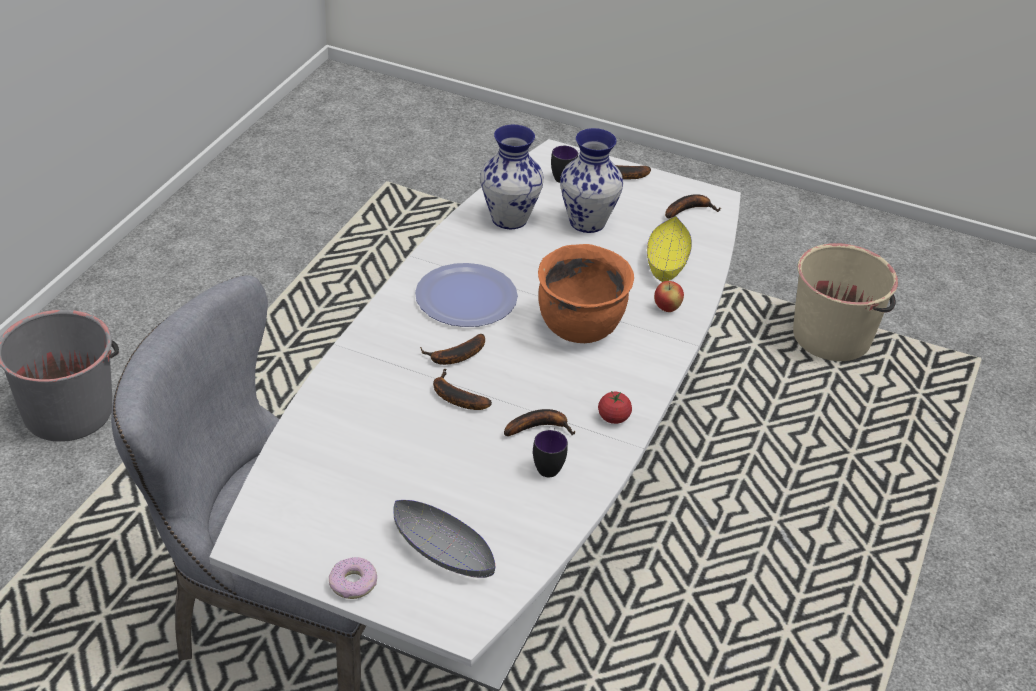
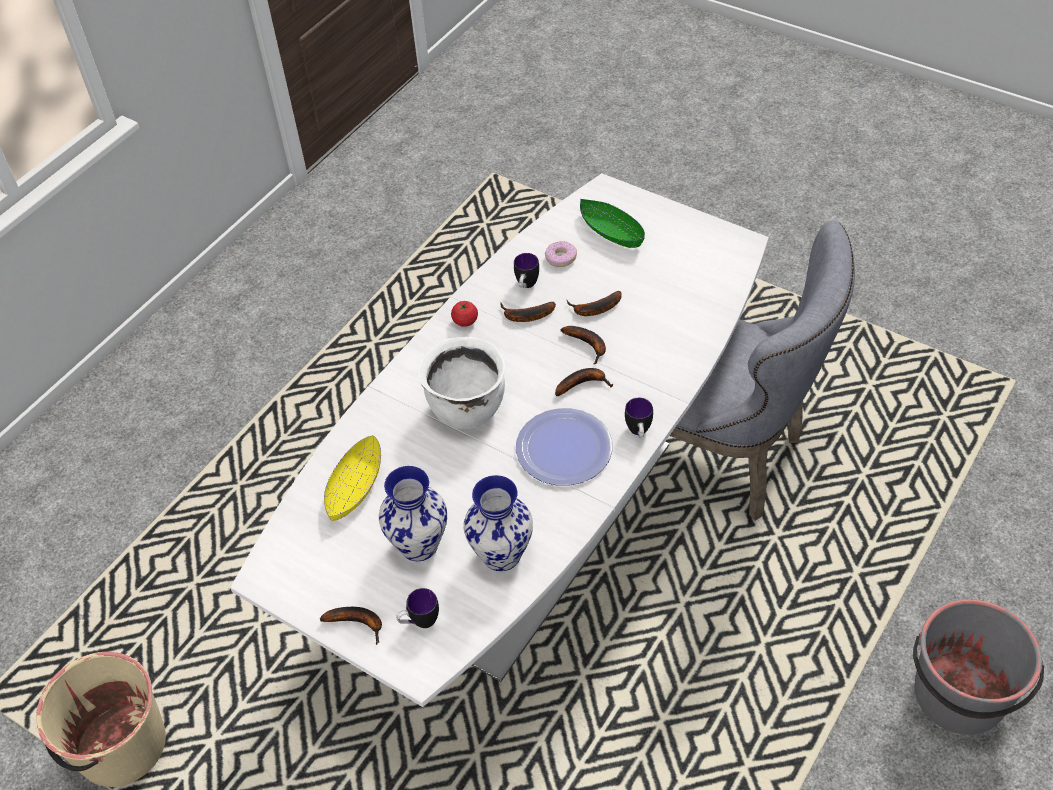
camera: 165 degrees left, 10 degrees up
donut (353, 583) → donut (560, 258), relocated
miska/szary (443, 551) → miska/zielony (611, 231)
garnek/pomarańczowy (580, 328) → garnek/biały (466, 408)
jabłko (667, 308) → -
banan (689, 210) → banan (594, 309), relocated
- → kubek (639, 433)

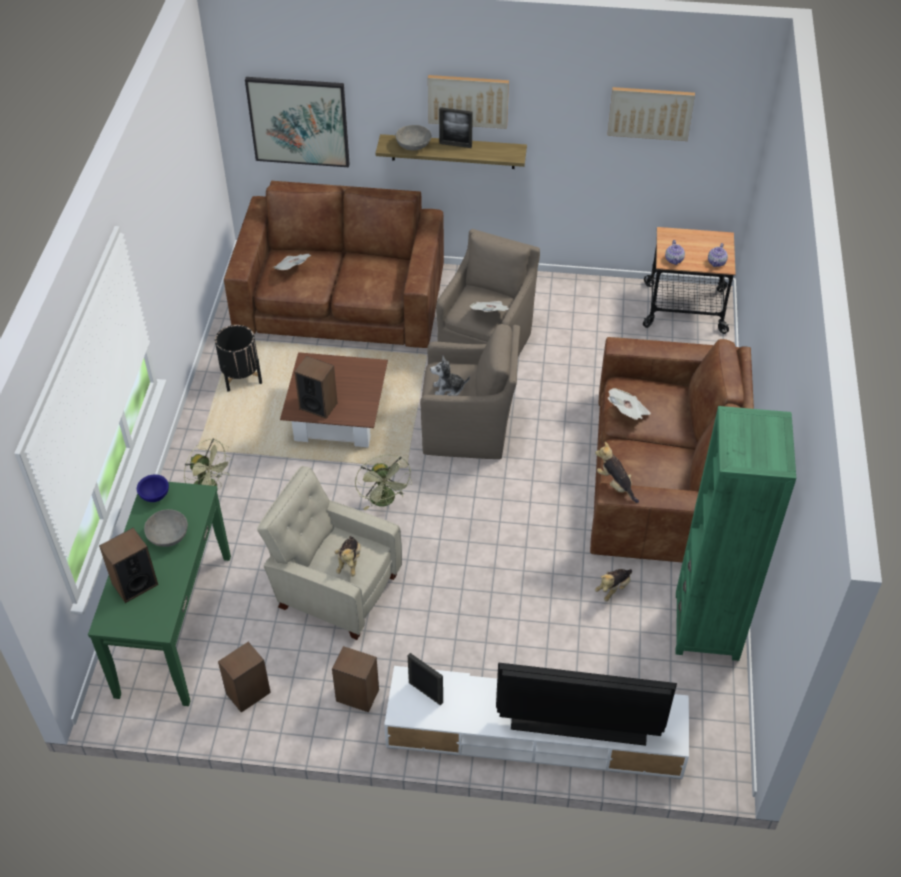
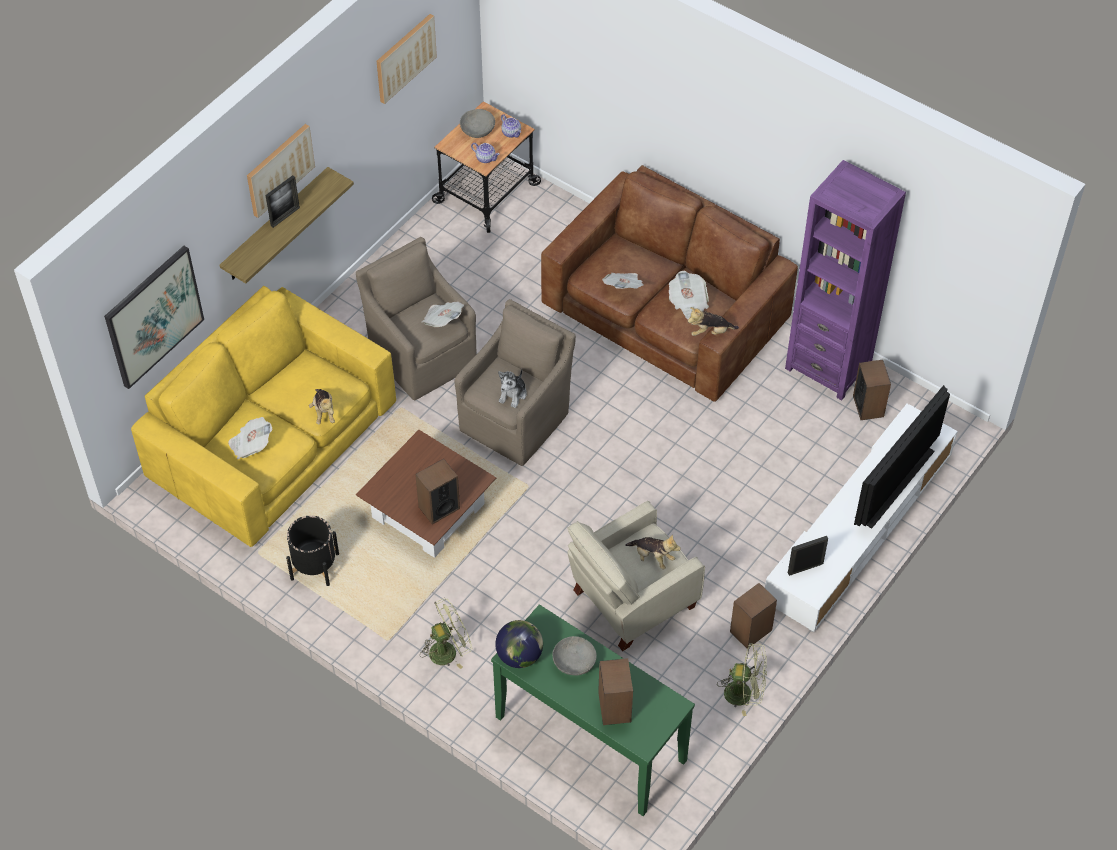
camera: 60 degrees left, 5 degrees up
miska/niebieski (155, 496) → globus (520, 655)
głośnik (248, 693) → głośnik (868, 406), relocated
kanapa/brązowy (341, 300) → kanapa/żółty (272, 440)
wentylator/zielony (385, 501) → wentylator/zielony (744, 693), relocated
miska/szary (413, 145) → miska/szary (478, 130), relocated
pluszak (613, 588) → pluszak (324, 412), relocated
regał/zielony (707, 626) → regał/fioletowy (828, 366)
- → gazeta (688, 303)

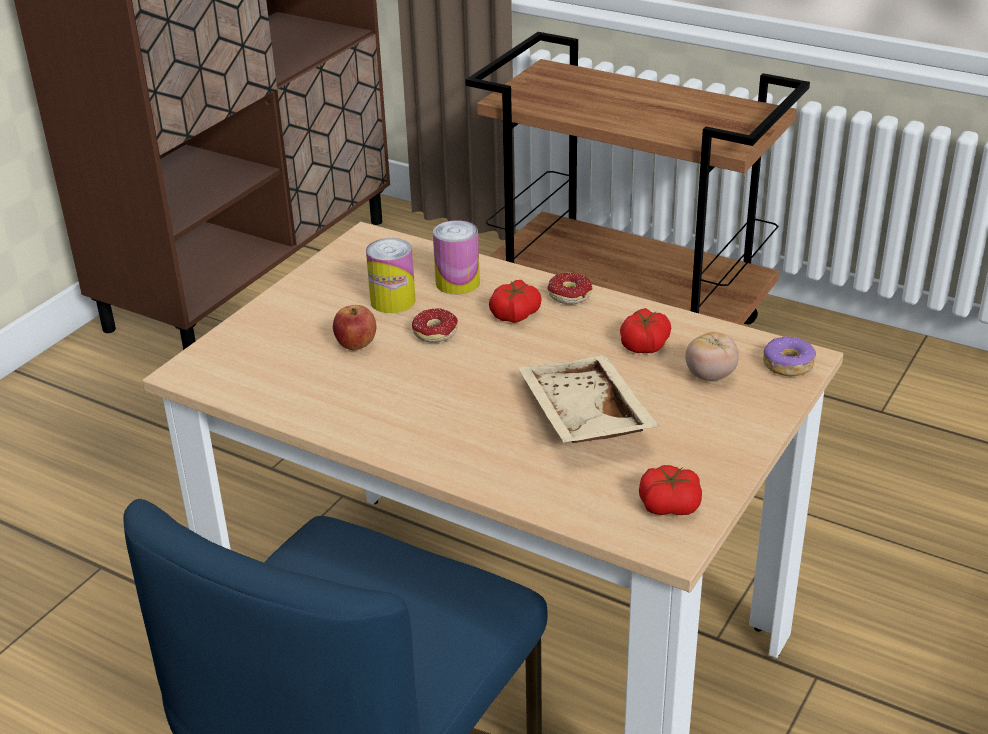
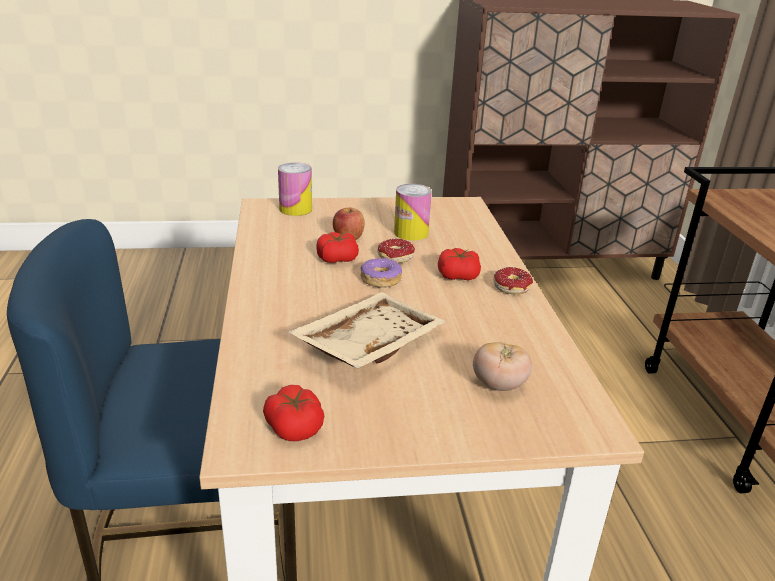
camera: 50 degrees right, 5 degrees down
puszka (457, 283) → puszka (295, 209), relocated
pomidor (644, 344) → pomidor (337, 258), relocated
donut (787, 365) → donut (380, 279), relocated

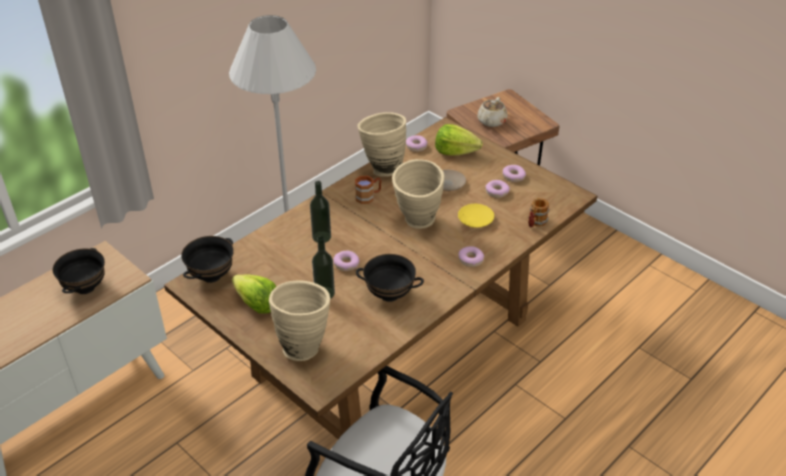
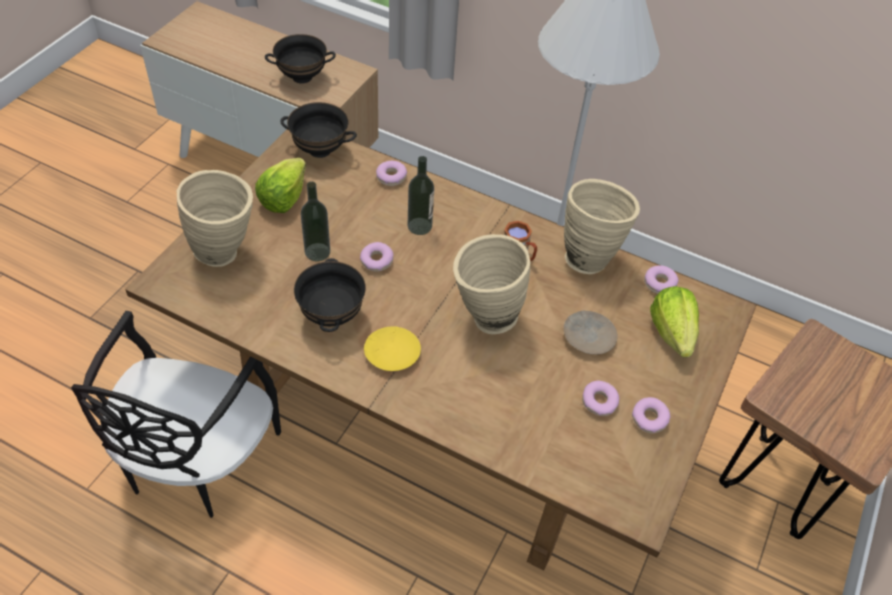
camera: 70 degrees right, 10 degrees up
talerz/żółty (475, 220) → talerz/żółty (391, 353), relocated
donut (470, 259) → donut (391, 177), relocated
imbryk/beżowy (491, 121) → -
kubek (535, 223) → -

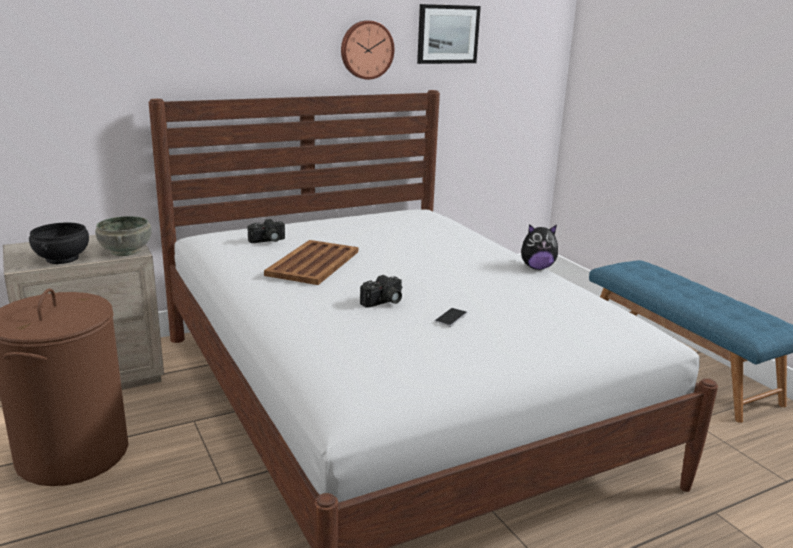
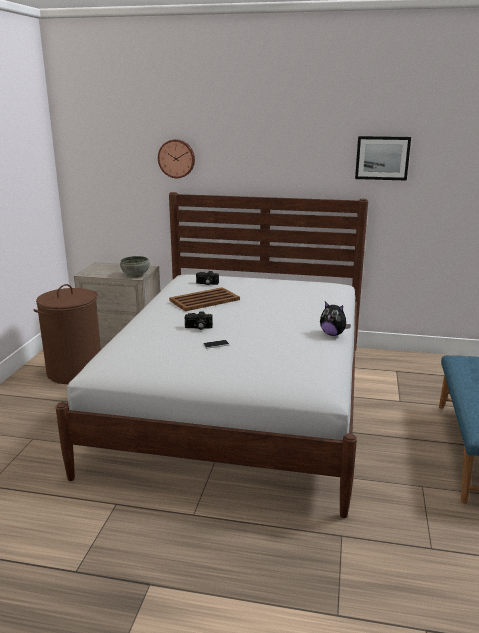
camera: 40 degrees right, 0 degrees up
miska/czarny (63, 259) → -
zegar ścienny (366, 50) → zegar ścienny (176, 158), relocated

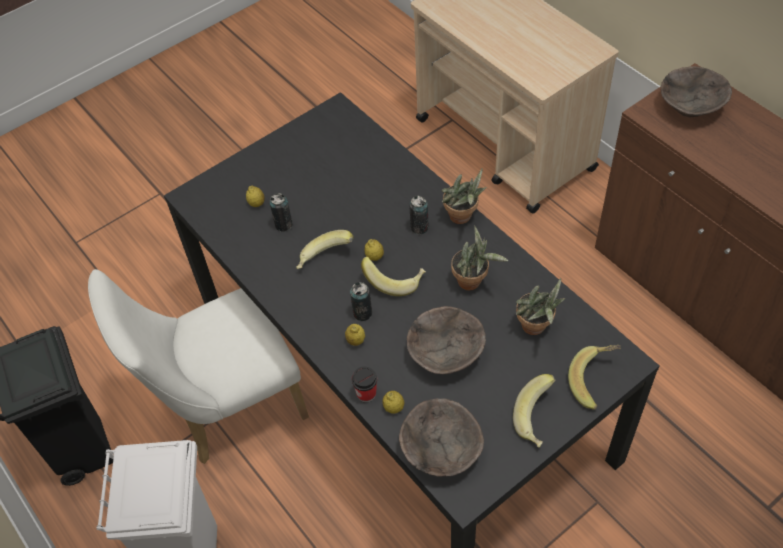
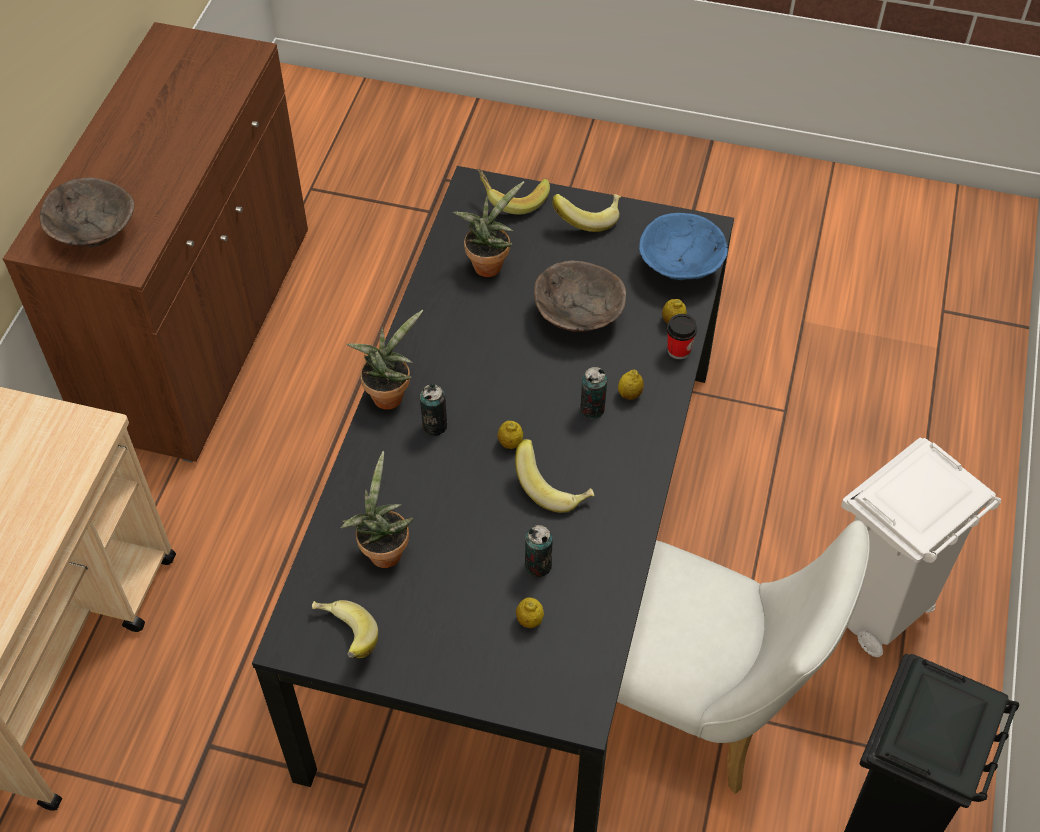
camera: 130 degrees left, 0 degrees up
banan (394, 281) → banan (343, 638), relocated
miska/brązowy (440, 449) → miska/niebieski (680, 267)
roślina doniczkowa (473, 282) → roślina doniczkowa (383, 550), relocated

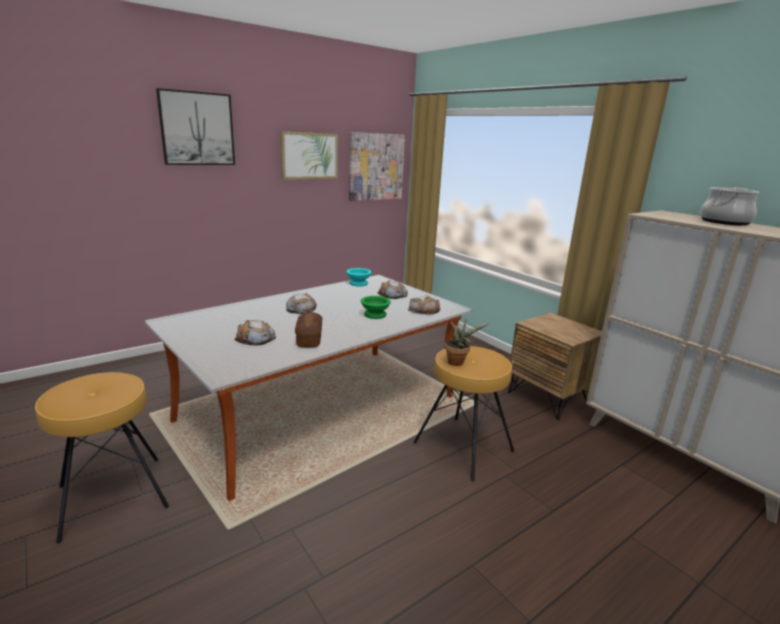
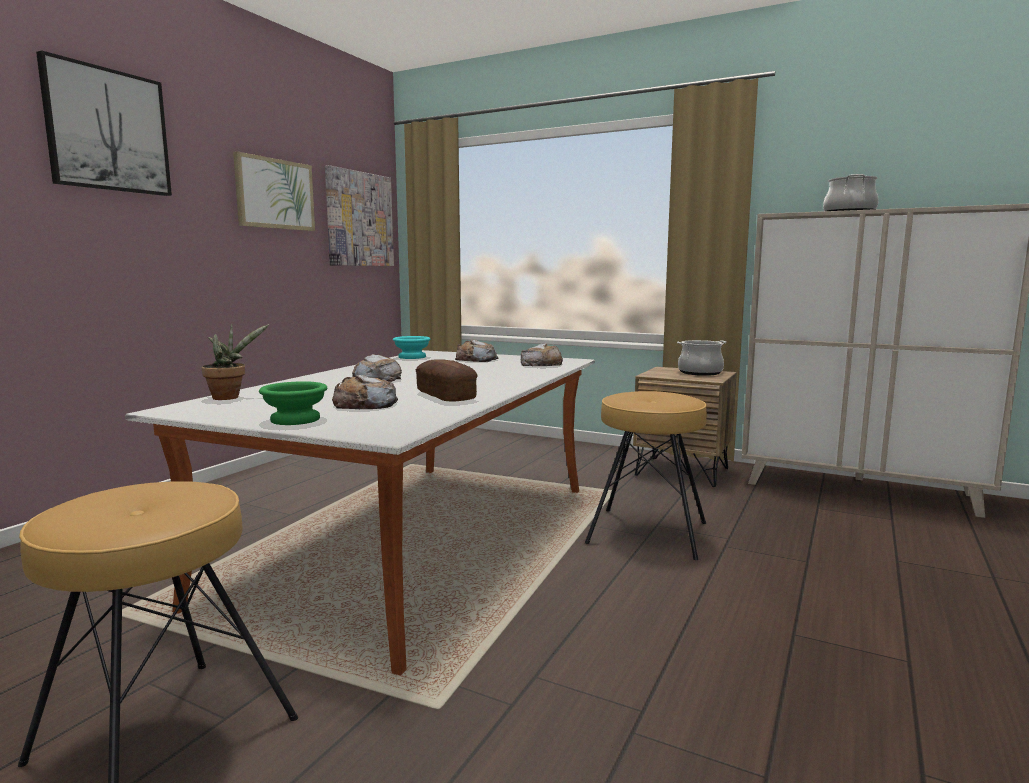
camera: 25 degrees left, 10 degrees down
miska/zielony (376, 315) → miska/zielony (297, 419), relocated
roślina doniczkowa (457, 362) → roślina doniczkowa (229, 397), relocated
- → garnek (700, 372)

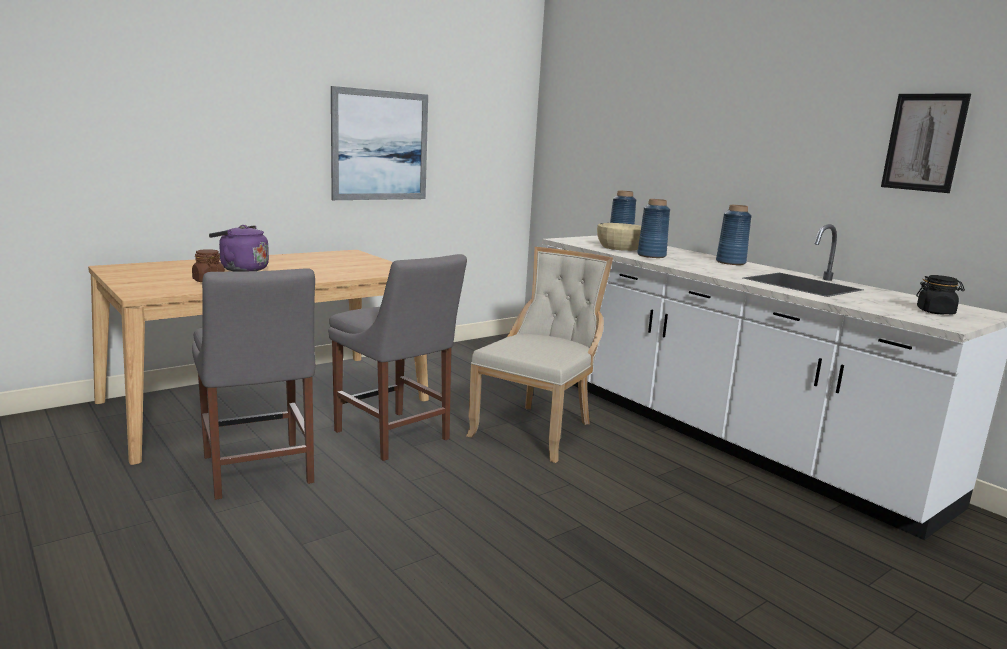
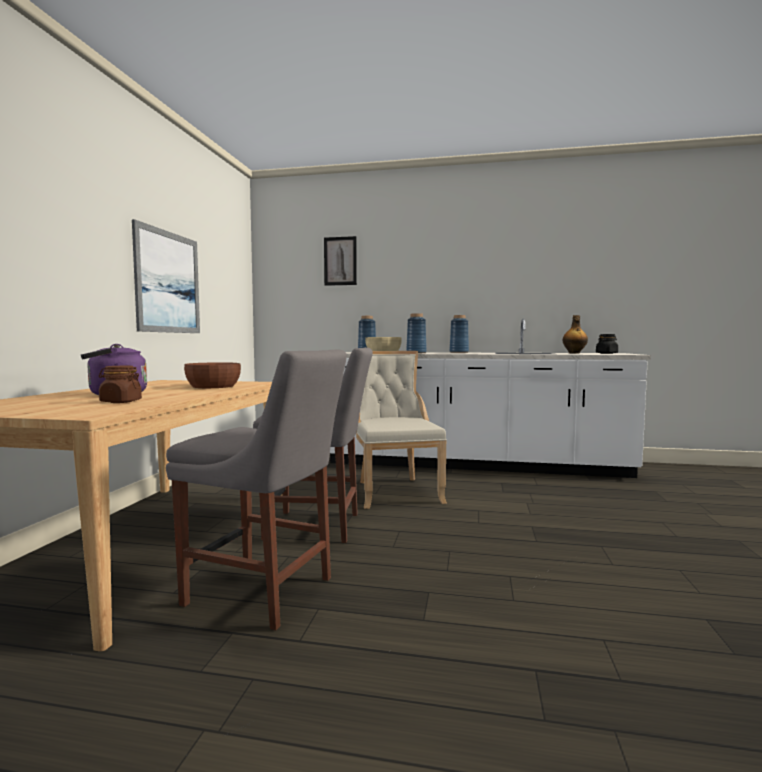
camera: 40 degrees left, 10 degrees down
obraz (924, 142) → obraz (340, 261), relocated
- → miska/brązowy (213, 386)
- → butelka (574, 353)

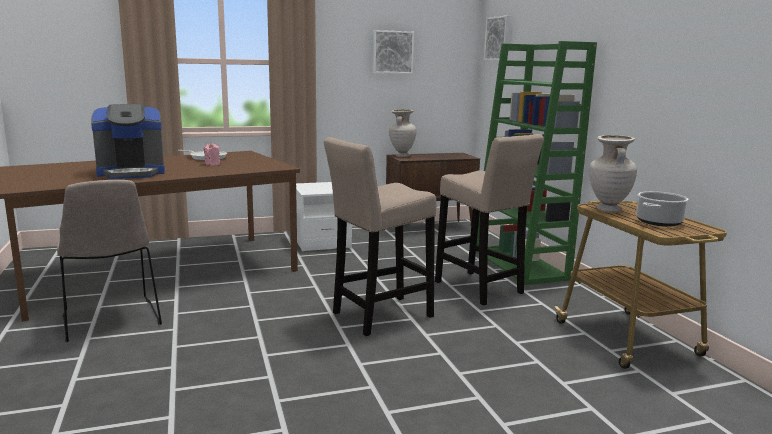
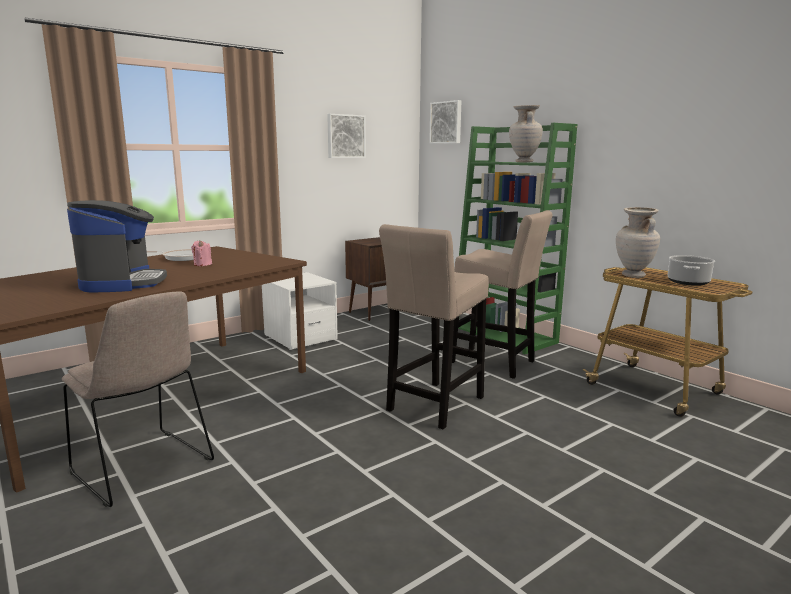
camera: 20 degrees left, 0 degrees up
ekspres do kawy (132, 173) → ekspres do kawy (122, 283), 60 degrees counterclockwise
wazon/beżowy (402, 156) → wazon/beżowy (523, 162), relocated

